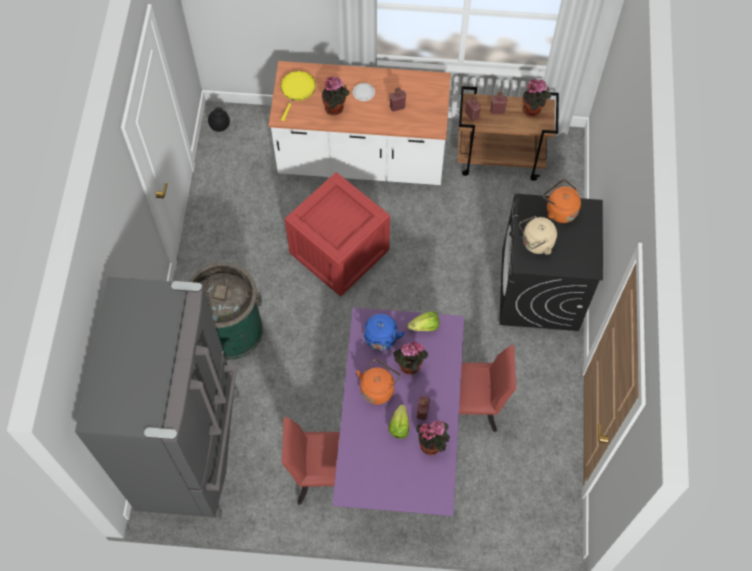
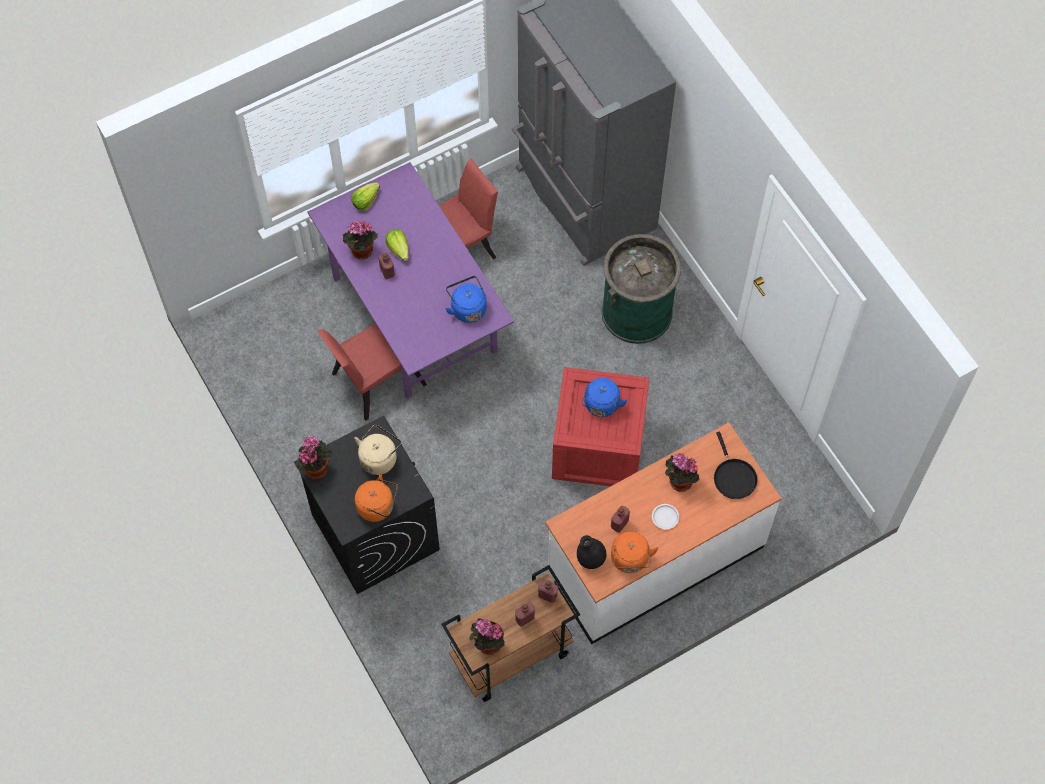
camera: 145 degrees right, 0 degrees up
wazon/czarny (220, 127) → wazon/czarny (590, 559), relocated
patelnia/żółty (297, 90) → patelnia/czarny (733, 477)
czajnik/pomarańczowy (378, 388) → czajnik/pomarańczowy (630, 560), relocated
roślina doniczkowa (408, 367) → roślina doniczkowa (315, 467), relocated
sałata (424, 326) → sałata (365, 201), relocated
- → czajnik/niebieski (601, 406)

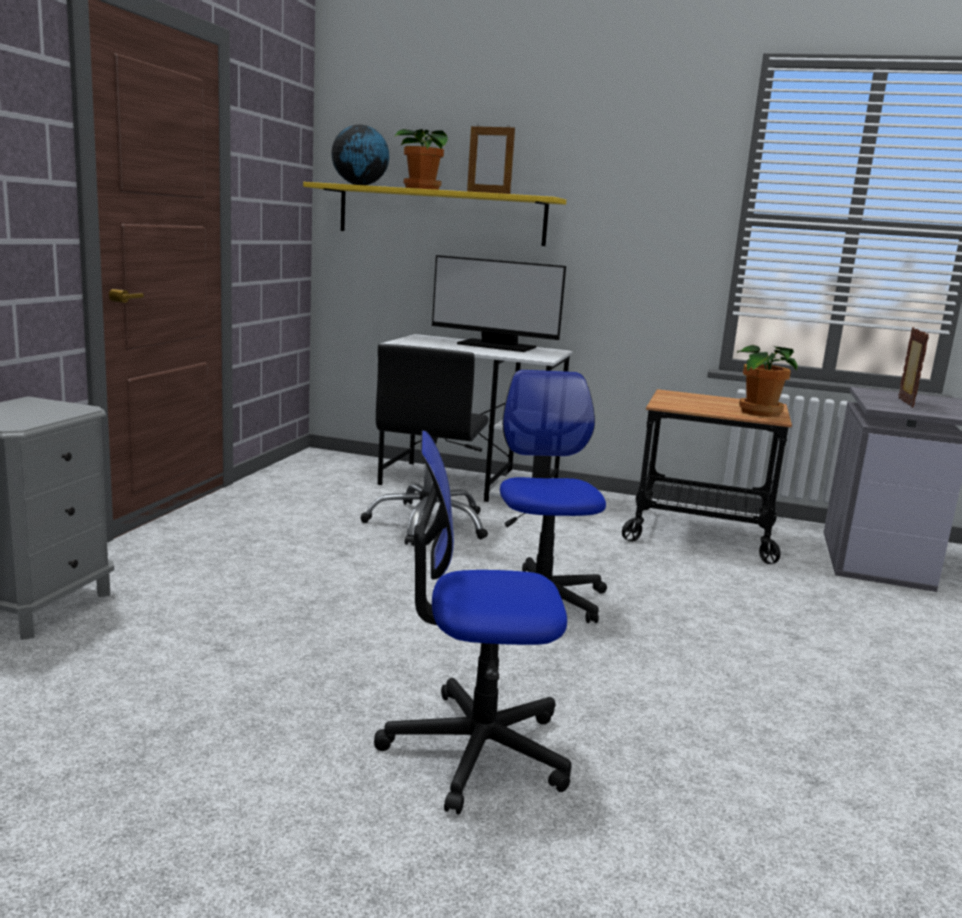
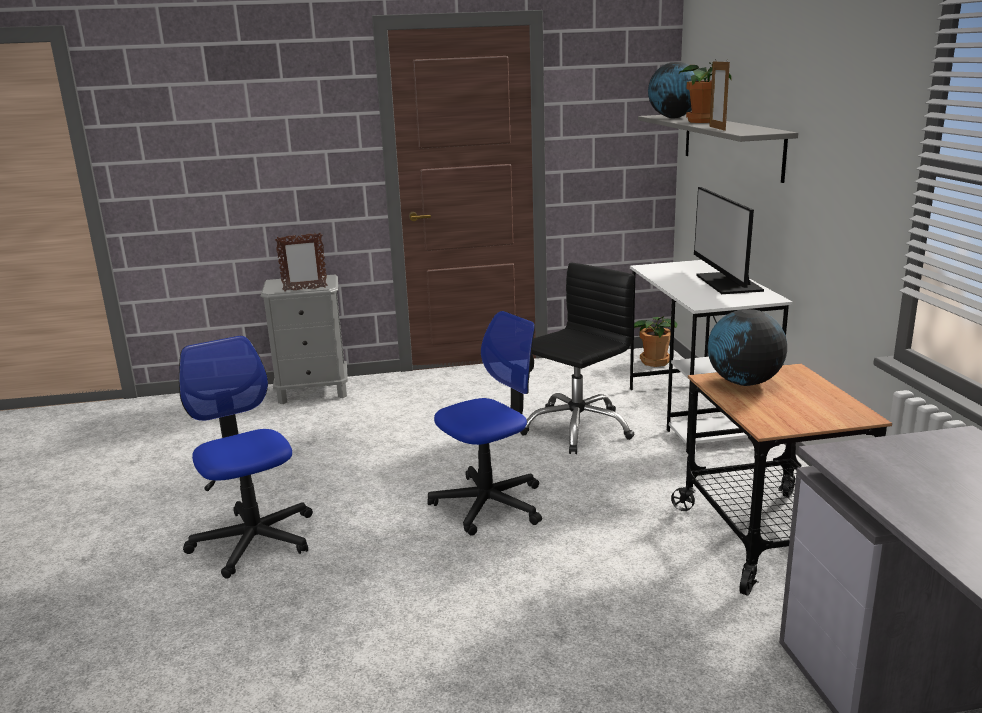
camera: 65 degrees right, 5 degrees up
półka/żółty (441, 215) → półka/szary (731, 144)
krzesło biurowe/czarny (428, 524) → krzesło biurowe/czarny (577, 428), 150 degrees clockwise
roślina doniczkowa (758, 412) → roślina doniczkowa (654, 361), relocated
ramka na zdjęcie (905, 403) → ramka na zdjęcie (304, 289), relocated
- → globus (743, 383)

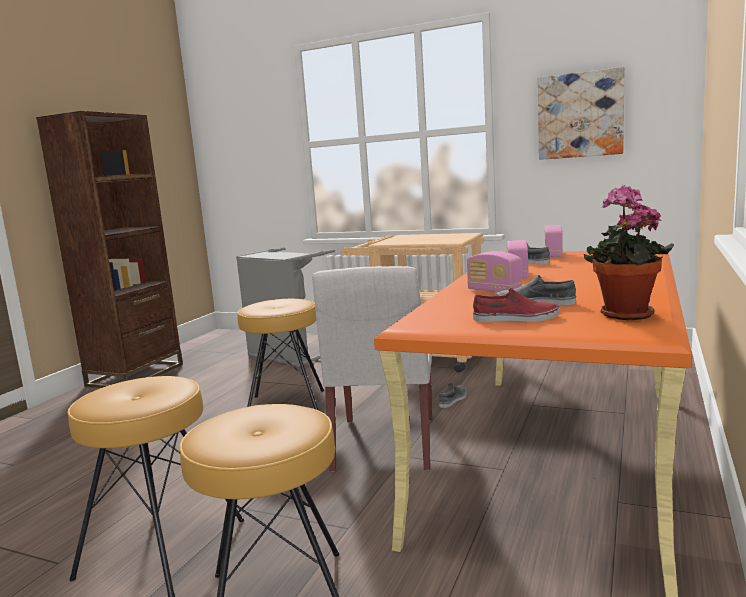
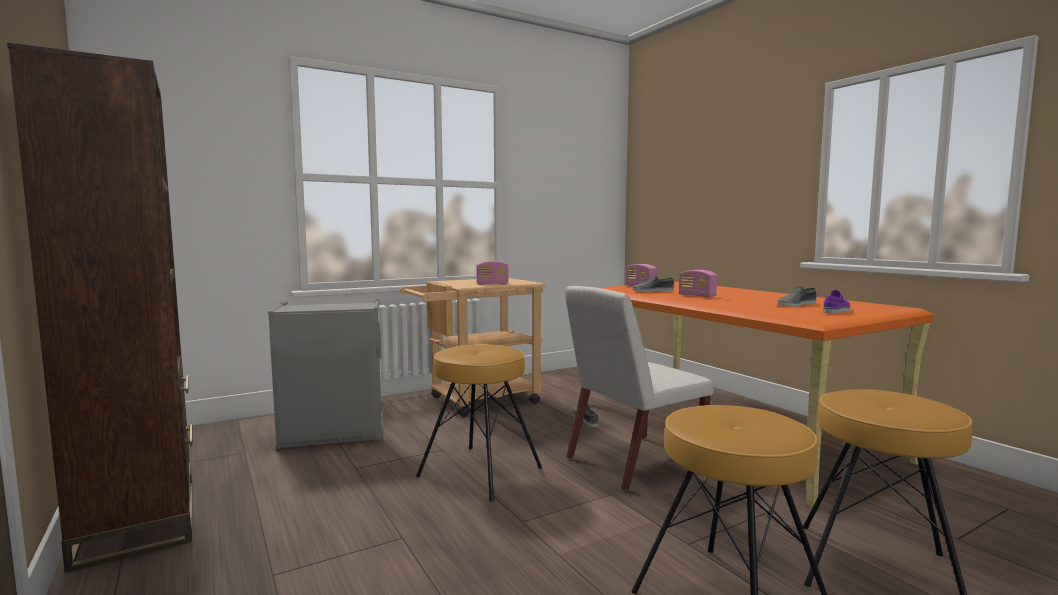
camera: 55 degrees left, 5 degrees down
krzesło/biały (384, 444) → krzesło/biały (633, 461), 105 degrees clockwise
radio (494, 291) → radio (492, 284), relocated
but/czerwony (516, 318) → but/fioletowy (836, 311)
obraz (580, 115) → -
roślina doniczkowa (624, 316) → -

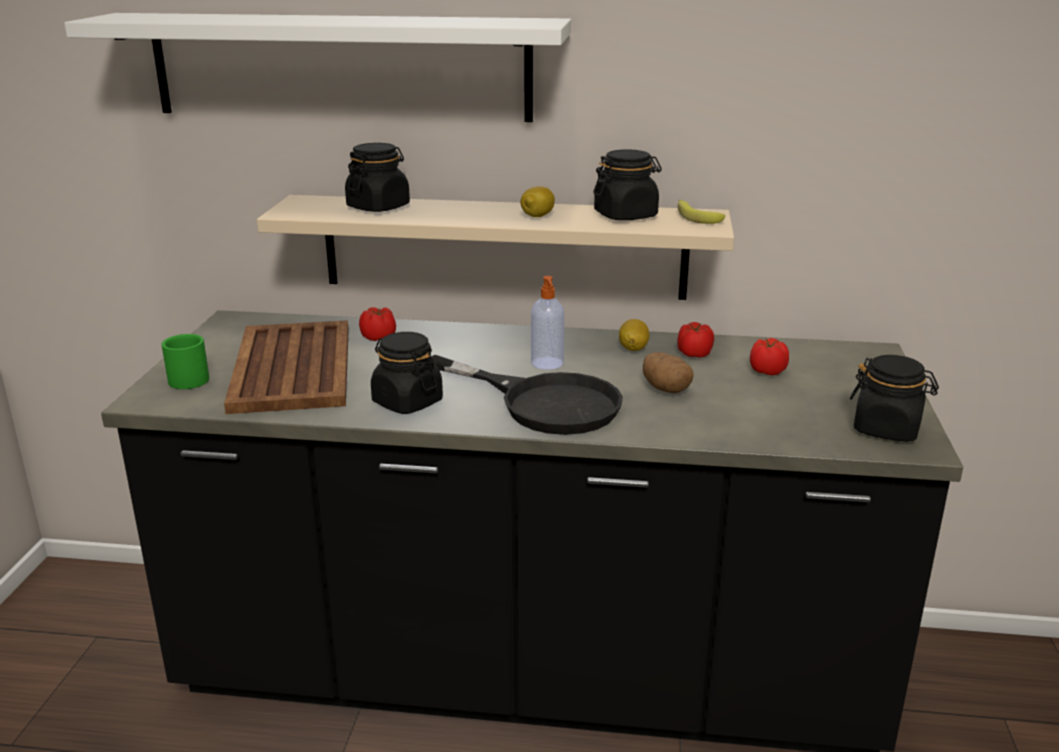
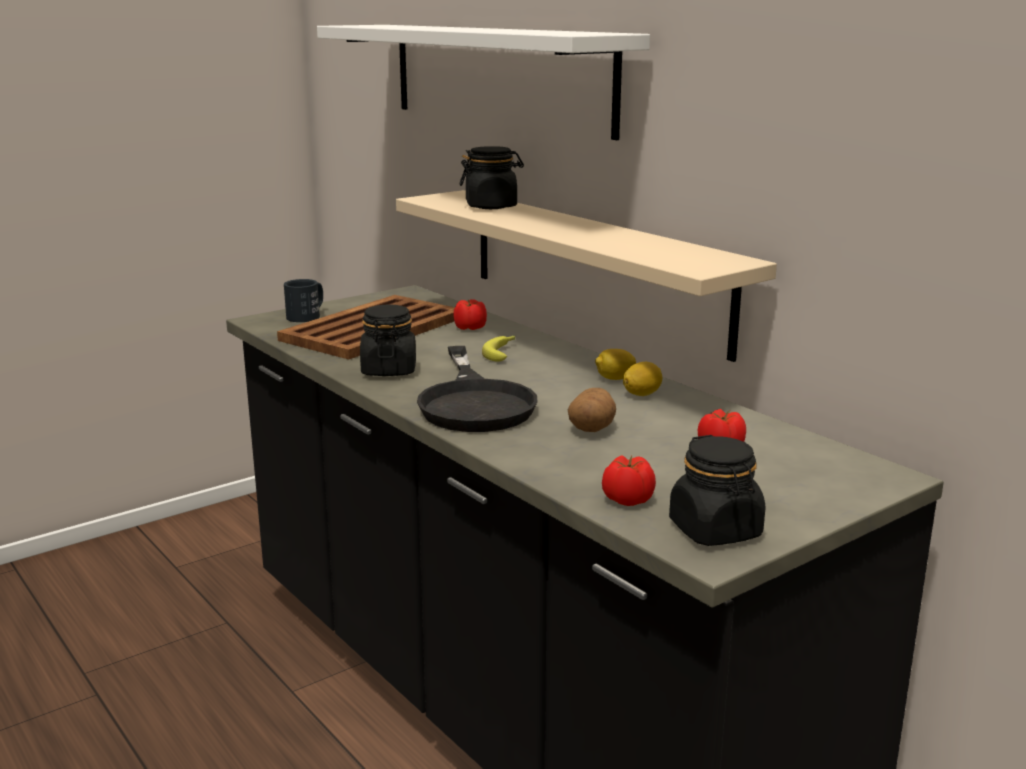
camera: 45 degrees right, 5 degrees down
kubek/zielony (188, 377) → kubek/czarny (307, 315)
cytryna (537, 216) → cytryna (614, 379), relocated
dozownik mydła (547, 364) → -
słoik/czarny (626, 215) → -
pomidor (693, 354) → pomidor (627, 500), relocated
banan (695, 216) → banan (502, 352), relocated

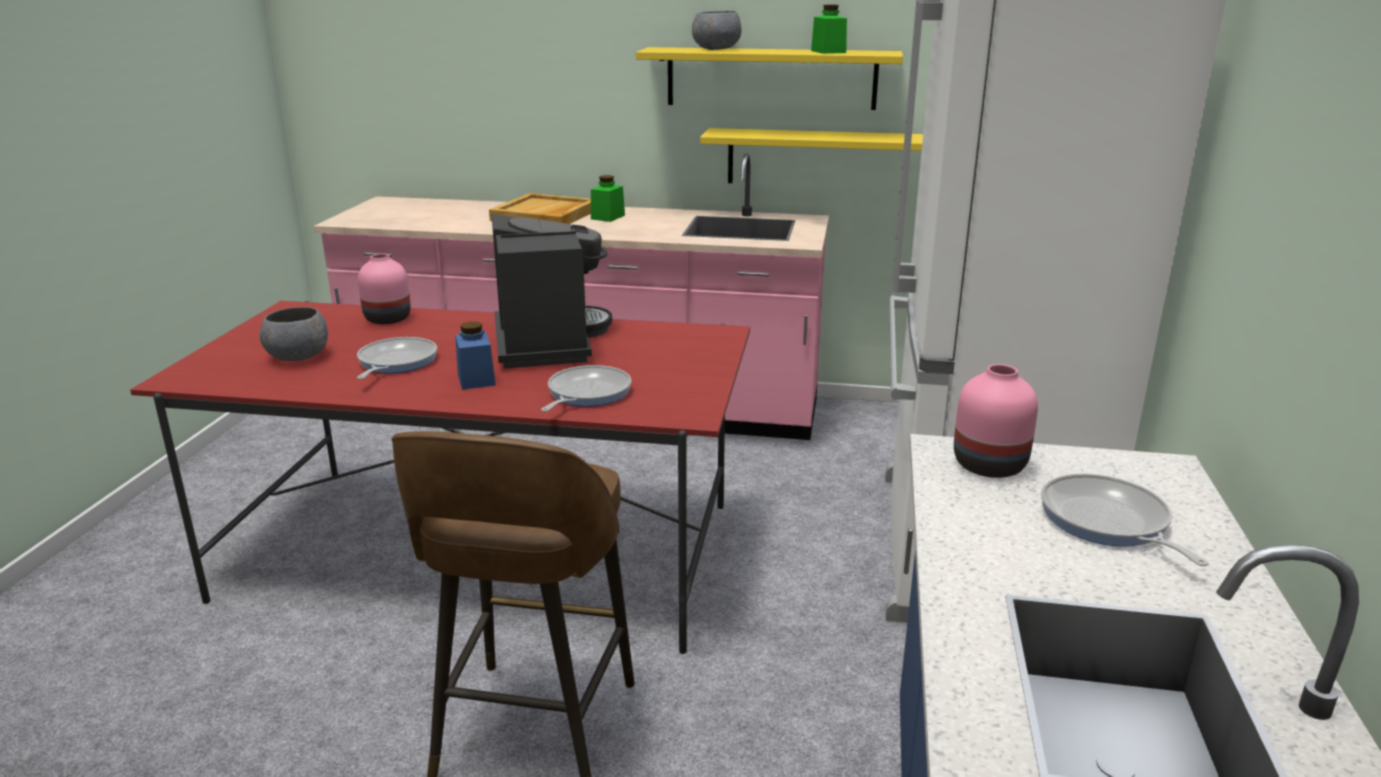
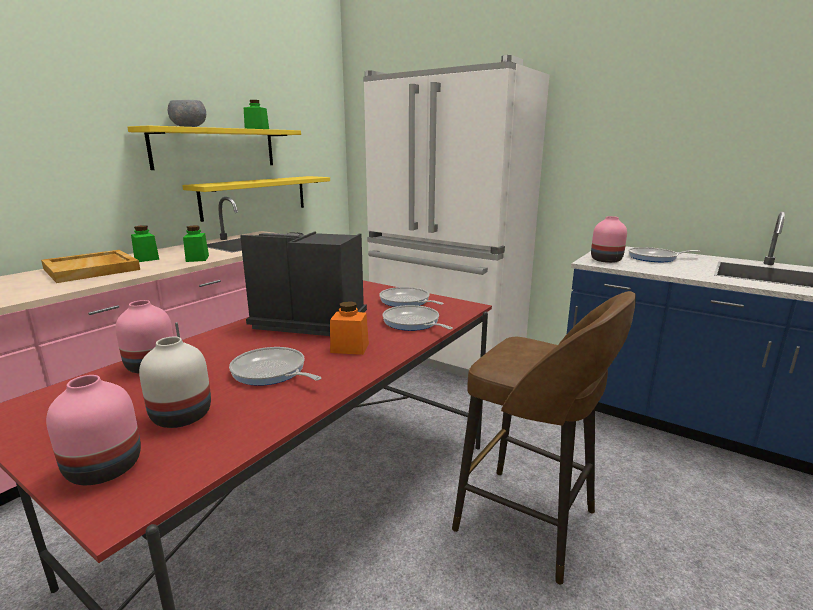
camera: 65 degrees left, 5 degrees down
miska/szary (298, 356) → wazon/biały (180, 416)
słoik/niebieski (476, 379) → słoik/pomarańczowy (349, 348)
- → wazon/różowy (106, 467)
- → słoik/zielony (197, 258)
- → patelnia (406, 301)

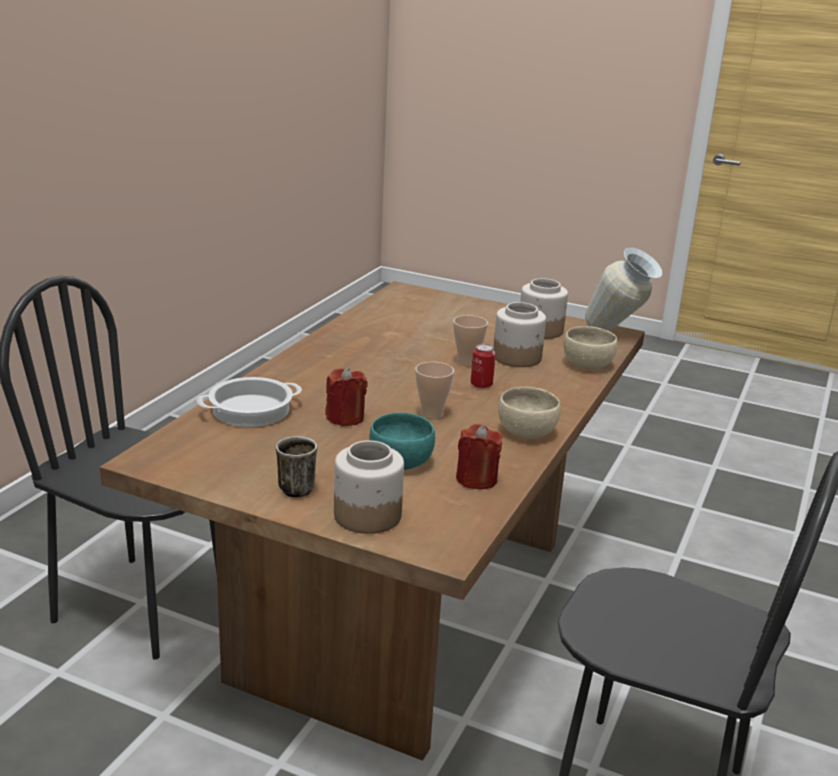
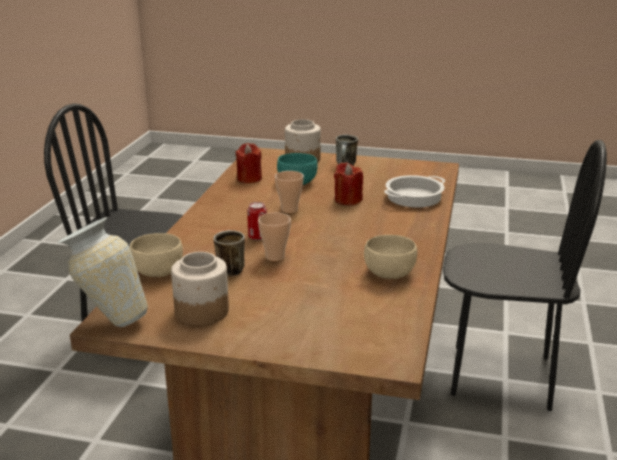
camera: 170 degrees right, 0 degrees up
słoik (517, 357) → kubek (227, 269)
miska/beżowy (527, 432) → miska/beżowy (388, 273), relocated

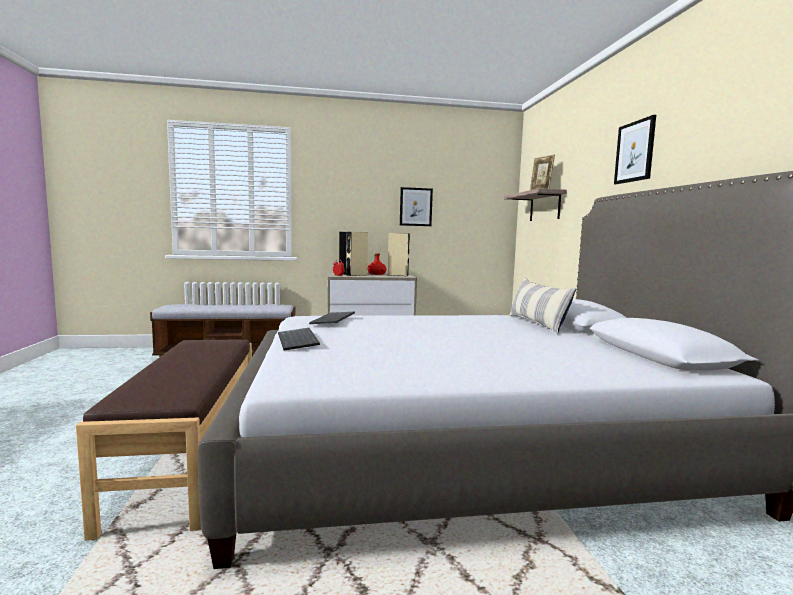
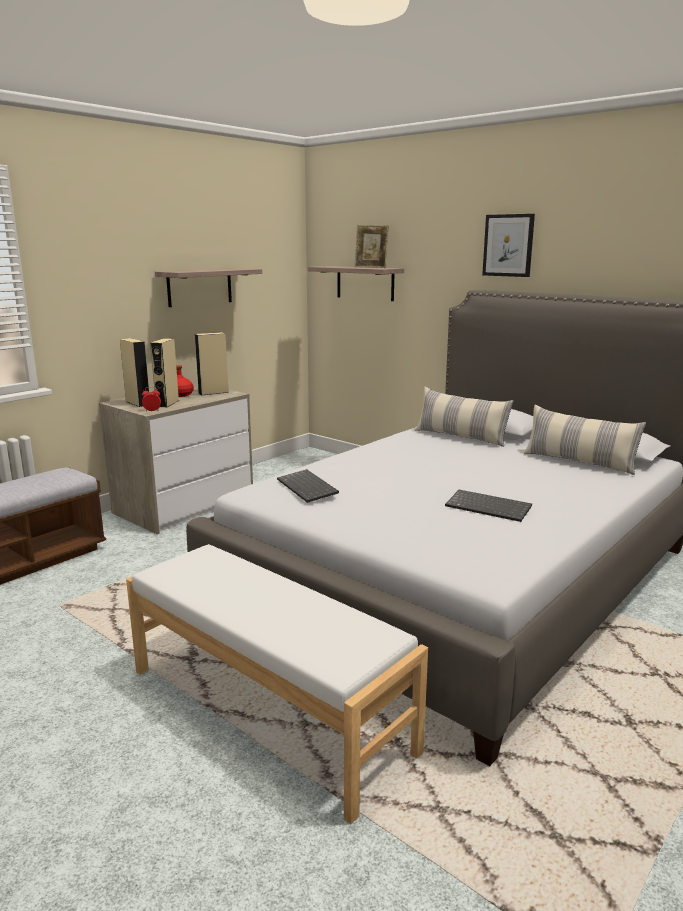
camera: 40 degrees left, 10 degrees up
ławka/brązowy (193, 457) → ławka/biały (268, 708)
klawiatura (299, 341) → klawiatura (489, 507), relocated
obraz (415, 207) → półka (199, 287)
- → poduszka (578, 462)

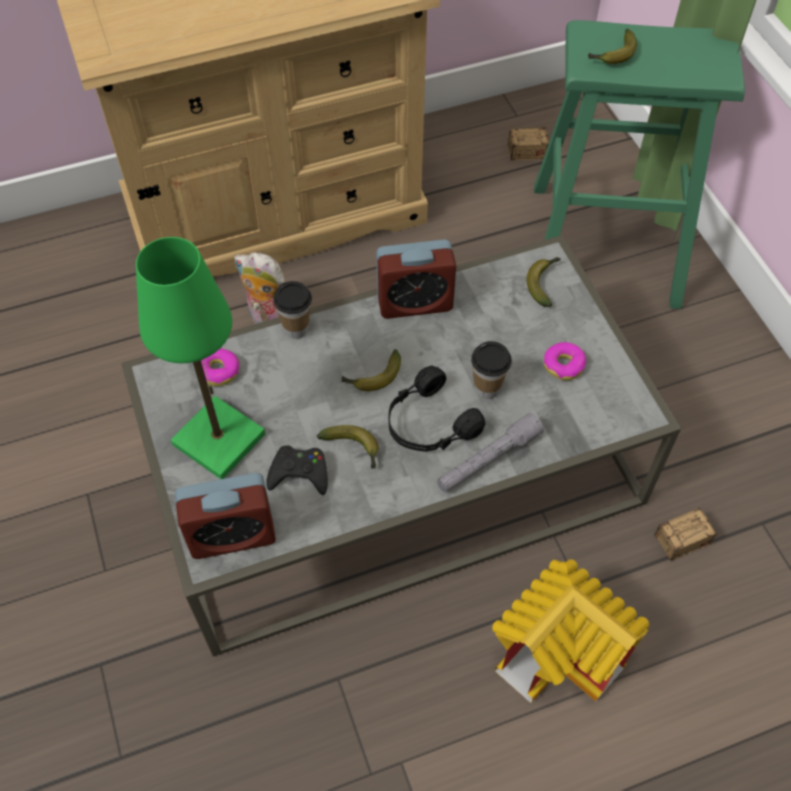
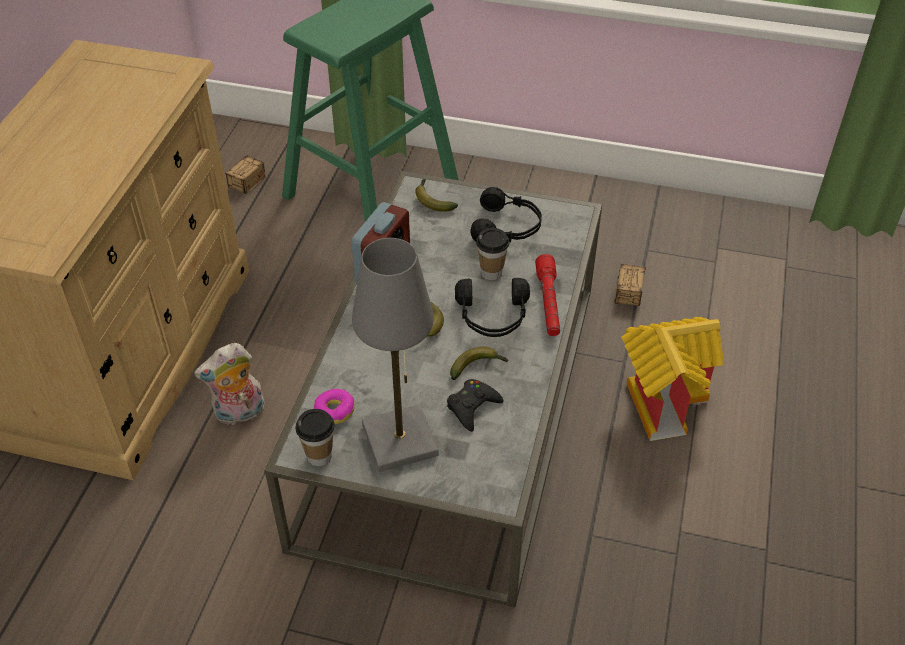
camera: 55 degrees left, 10 degrees down
lampa stołowa/zielony (219, 439) → lampa stołowa/szary (400, 440)
budzik (232, 535) → -
filiżanka (296, 329) → filiżanka (319, 456), relocated
latarka/szary (488, 460) → latarka/czerwony (548, 302)
donut (563, 365) → słuchawki/czarny (507, 227)
banan (613, 55) → -

